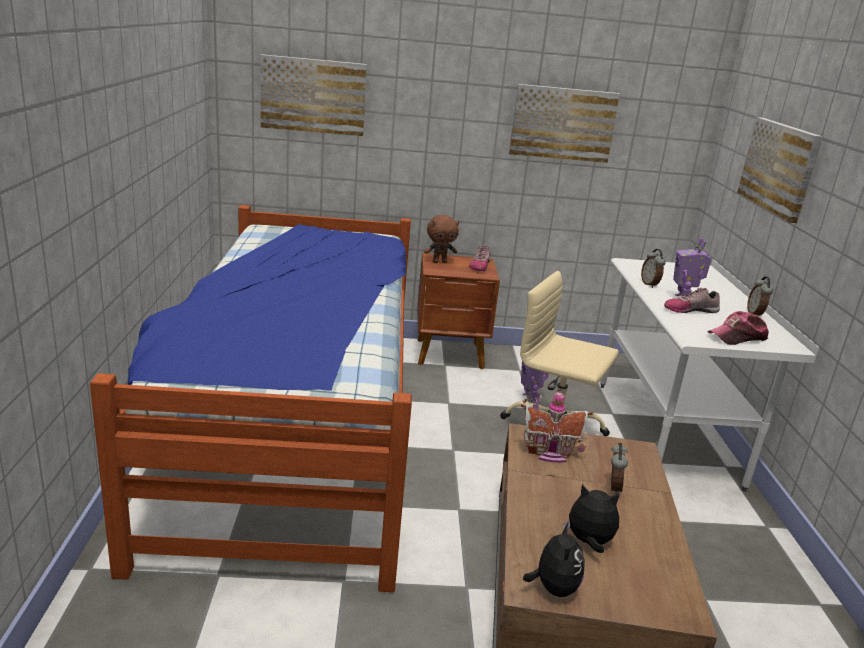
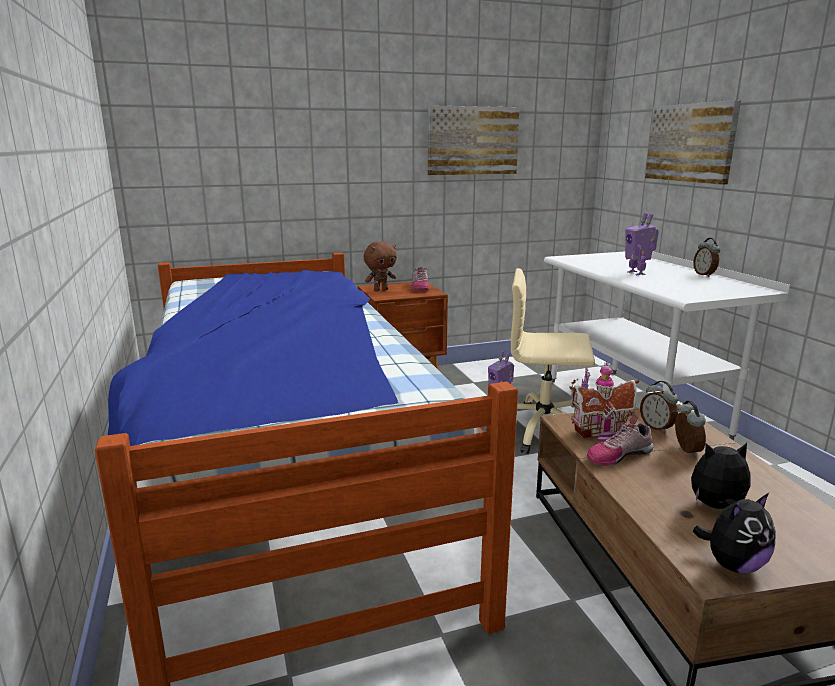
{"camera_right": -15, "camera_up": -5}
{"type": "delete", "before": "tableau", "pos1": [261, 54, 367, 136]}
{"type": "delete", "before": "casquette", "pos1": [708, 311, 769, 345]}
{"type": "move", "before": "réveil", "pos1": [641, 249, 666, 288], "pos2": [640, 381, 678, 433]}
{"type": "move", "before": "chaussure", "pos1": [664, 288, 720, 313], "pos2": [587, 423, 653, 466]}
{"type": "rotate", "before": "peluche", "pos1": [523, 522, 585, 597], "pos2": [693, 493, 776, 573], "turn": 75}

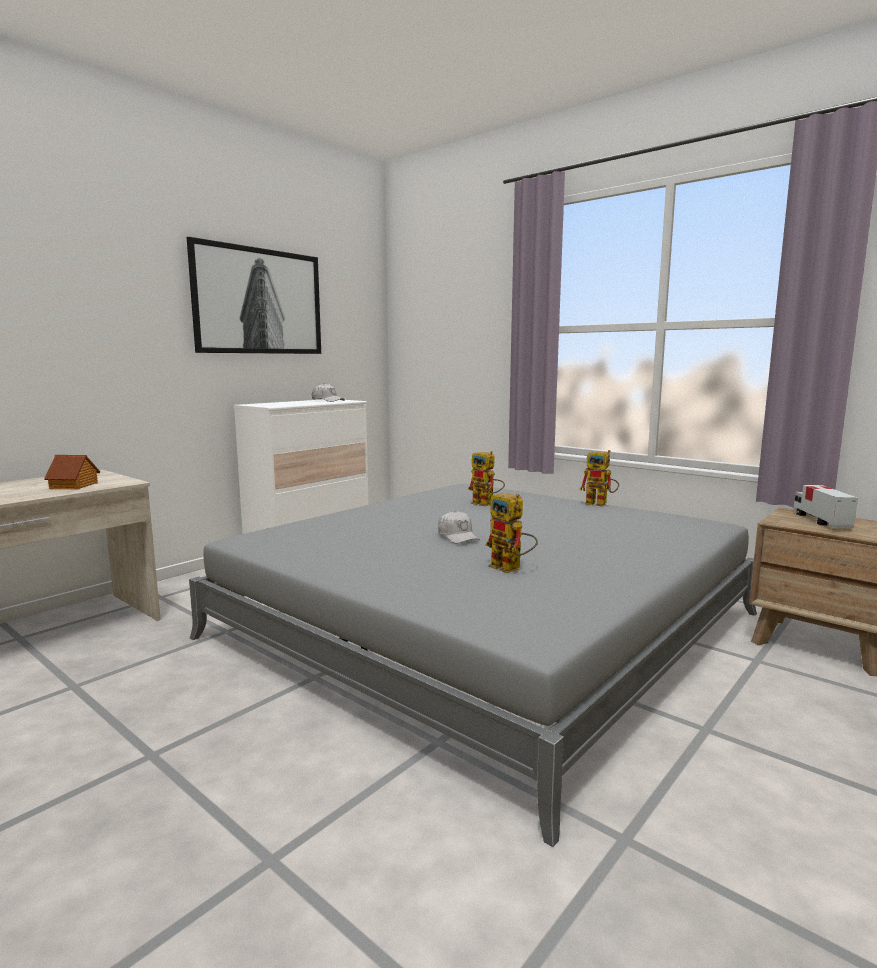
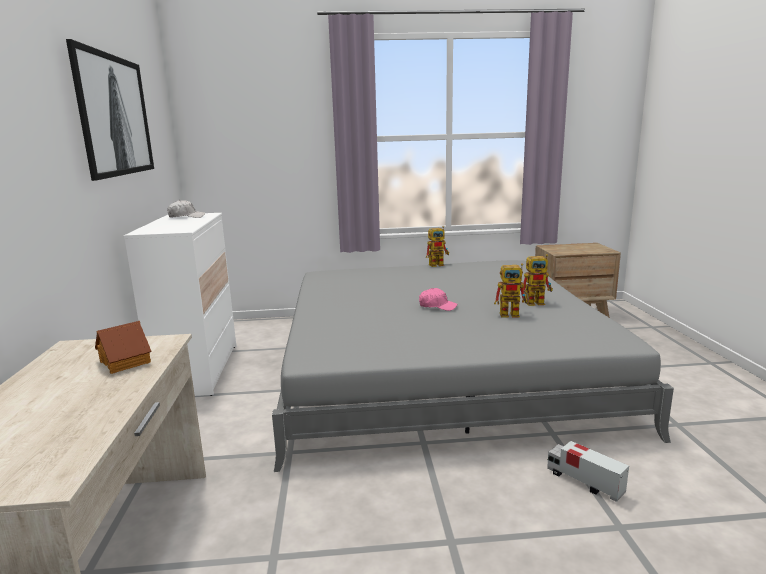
{"camera_right": -45, "camera_up": 5}
{"type": "move", "before": "robot jouet", "pos1": [468, 451, 505, 506], "pos2": [523, 254, 553, 306]}
{"type": "move", "before": "camion jouet", "pos1": [793, 485, 858, 528], "pos2": [547, 441, 629, 502]}
{"type": "recolor", "before": "casquette [blanc]", "after": "casquette [rose]", "pos1": [438, 511, 480, 544], "pos2": [419, 288, 457, 311]}

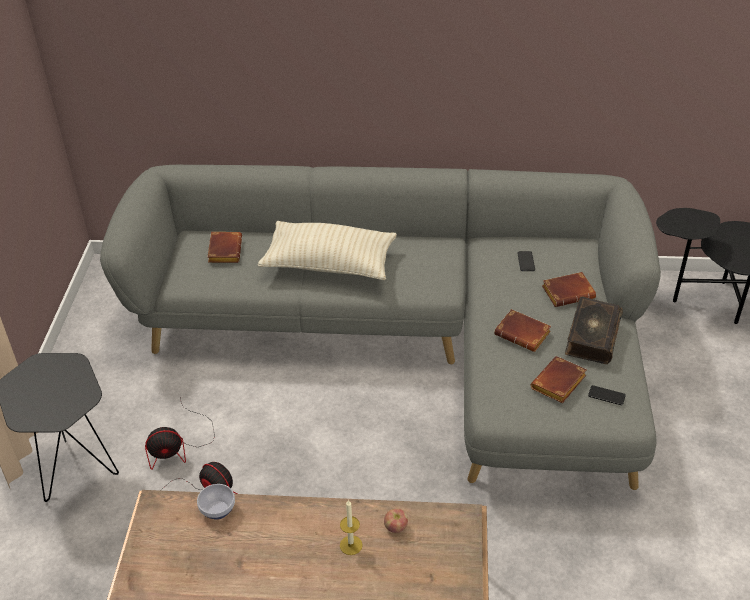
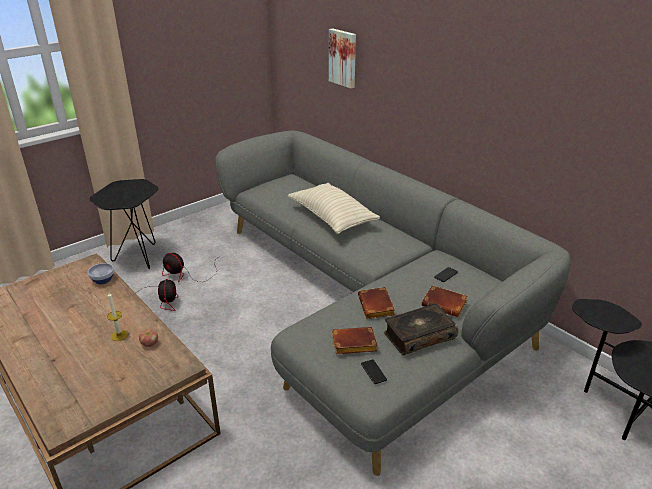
{"camera_right": 45, "camera_up": -10}
{"type": "delete", "before": "livre [marron]", "pos1": [208, 232, 242, 263]}
{"type": "insert", "after": "tableau", "pos2": [329, 28, 356, 88]}

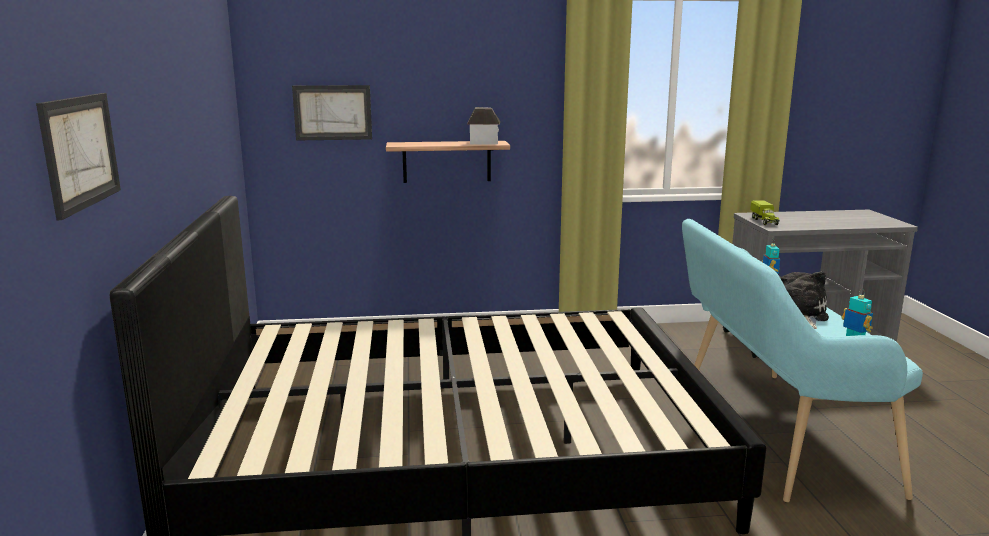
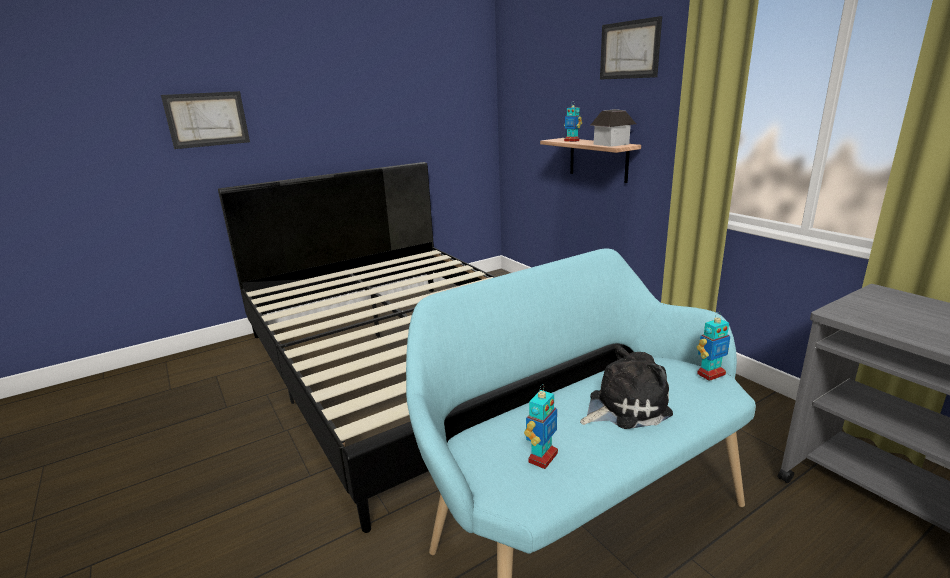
{"camera_right": 65, "camera_up": 5}
{"type": "delete", "before": "camion jouet", "pos1": [750, 200, 780, 225]}
{"type": "insert", "after": "robot jouet", "pos2": [564, 104, 582, 142]}
{"type": "move", "before": "tableau", "pos1": [292, 85, 372, 141], "pos2": [600, 16, 662, 80]}

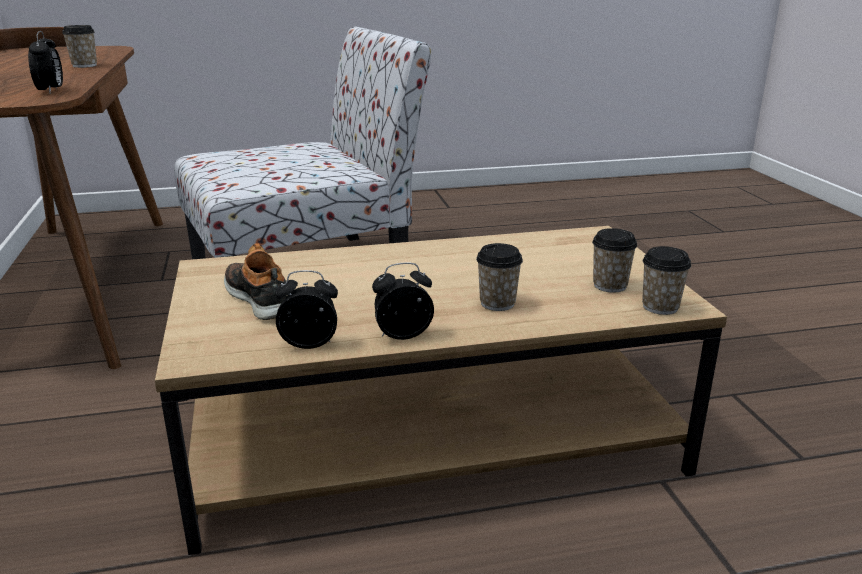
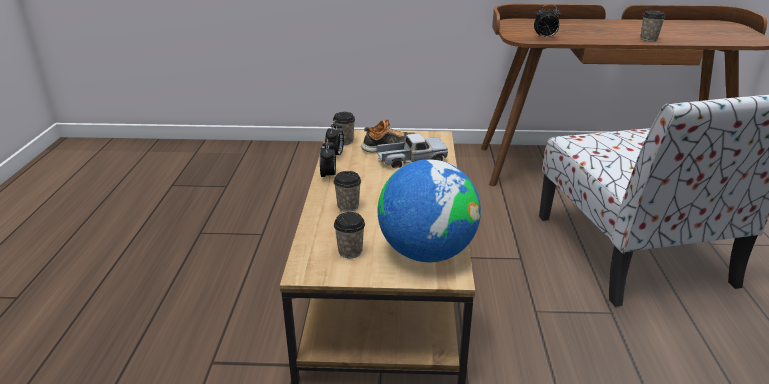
{"camera_right": 105, "camera_up": 5}
{"type": "insert", "after": "camion jouet", "pos2": [377, 133, 448, 168]}
{"type": "insert", "after": "globe", "pos2": [378, 159, 481, 262]}
{"type": "move", "before": "tasse", "pos1": [642, 246, 691, 315], "pos2": [333, 112, 355, 145]}

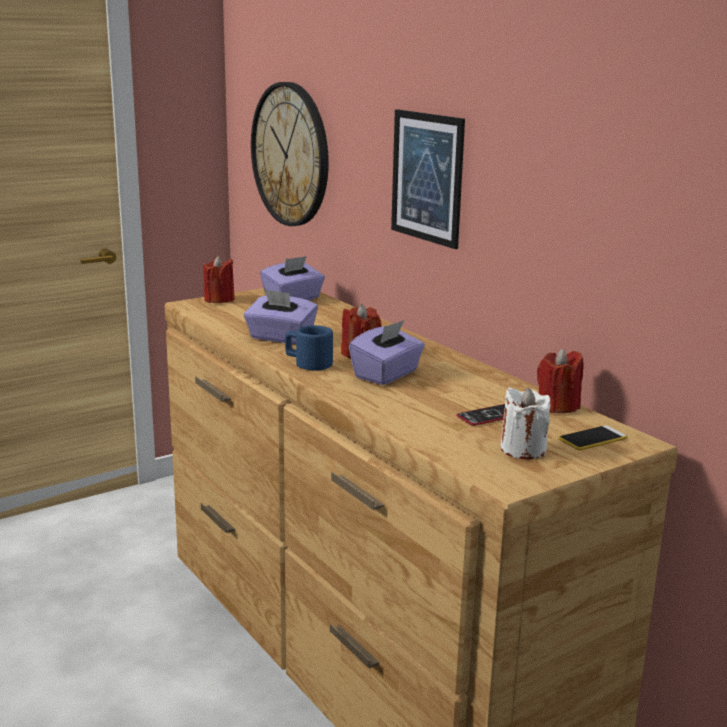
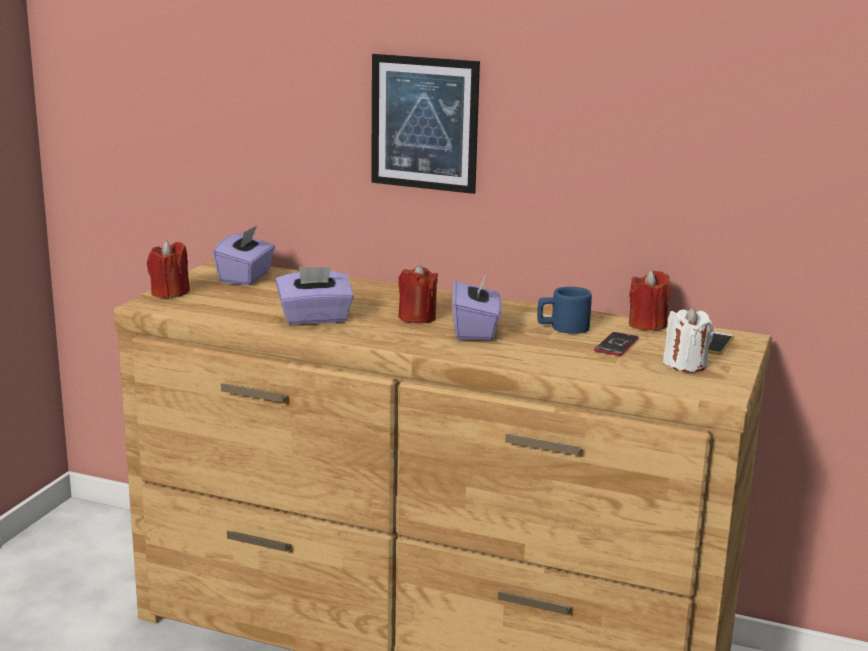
{"camera_right": -35, "camera_up": 0}
{"type": "delete", "before": "horloge murale", "pos1": [251, 82, 329, 226]}
{"type": "move", "before": "mug [bleu]", "pos1": [285, 325, 333, 371], "pos2": [537, 287, 592, 334]}

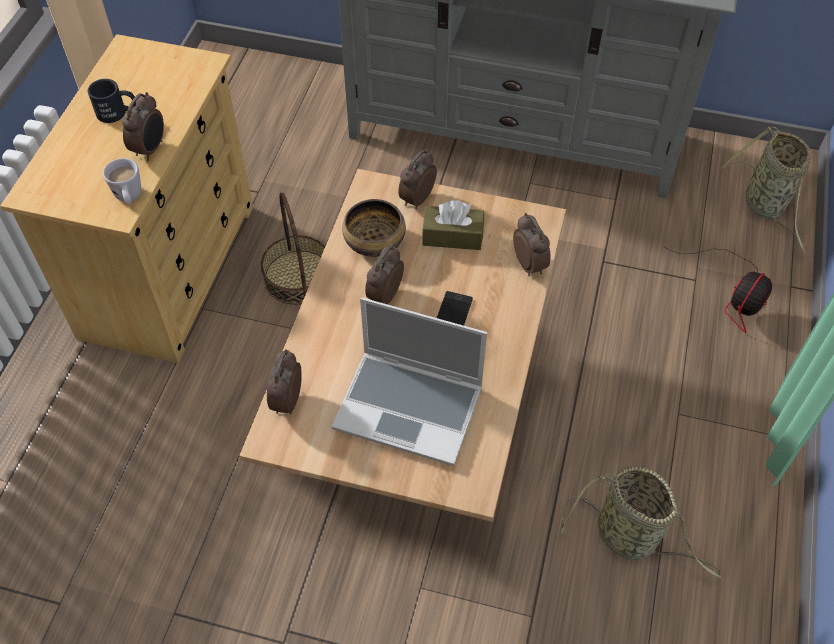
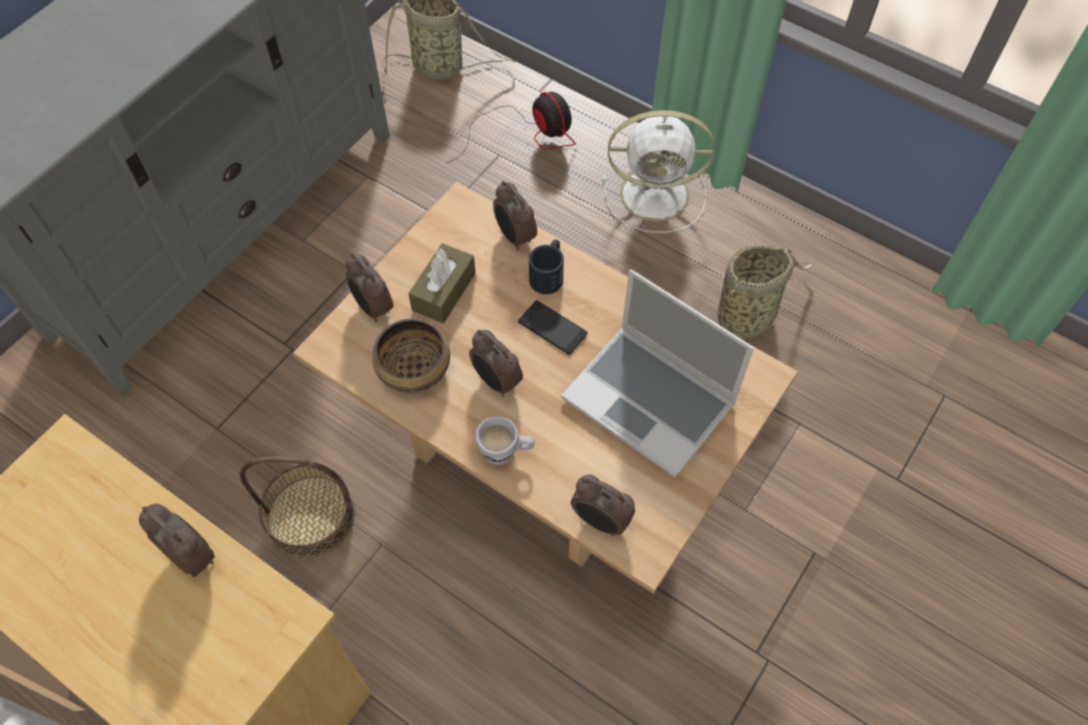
{"camera_right": -70, "camera_up": 5}
{"type": "insert", "after": "ventilateur [blanc]", "pos2": [602, 110, 715, 233]}
{"type": "move", "before": "mug [noir]", "pos1": [88, 79, 136, 123], "pos2": [529, 240, 564, 294]}
{"type": "move", "before": "mug [blanc]", "pos1": [103, 158, 141, 204], "pos2": [476, 416, 535, 465]}
{"type": "rotate", "before": "ordinateur portable", "pos1": [332, 297, 487, 466], "pos2": [561, 269, 754, 478], "turn": 90}
{"type": "rotate", "before": "réveil", "pos1": [513, 213, 551, 276], "pos2": [493, 181, 537, 250], "turn": -120}

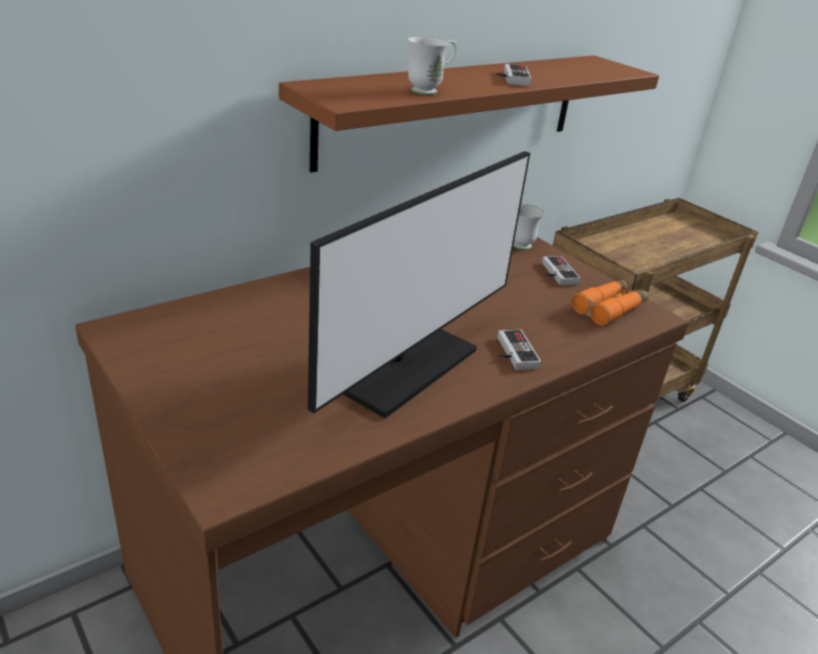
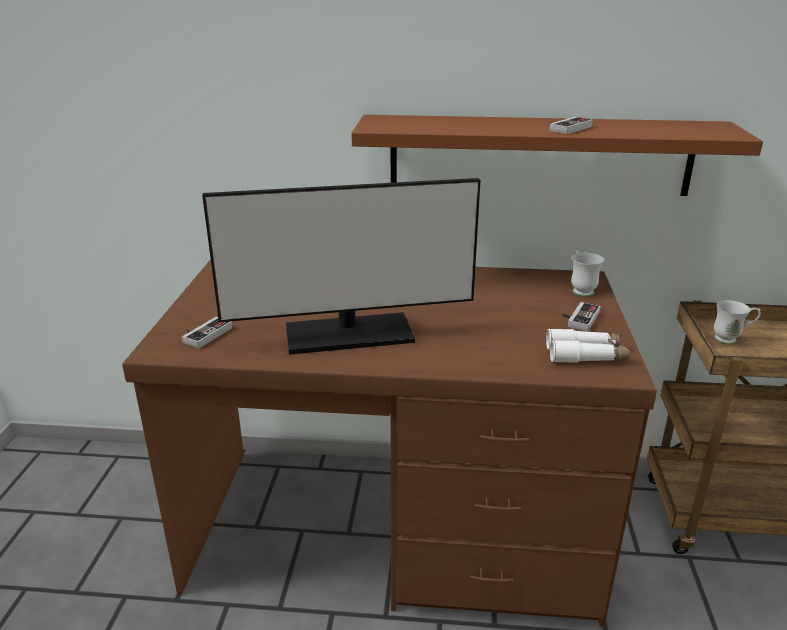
{"camera_right": 45, "camera_up": -5}
{"type": "move", "before": "mug [blanc]", "pos1": [408, 36, 457, 95], "pos2": [714, 300, 761, 344]}
{"type": "move", "before": "manette", "pos1": [498, 329, 541, 370], "pos2": [182, 317, 232, 348]}
{"type": "recolor", "before": "jumelles [orange]", "after": "jumelles [blanc]", "pos1": [572, 280, 649, 325], "pos2": [546, 328, 630, 363]}

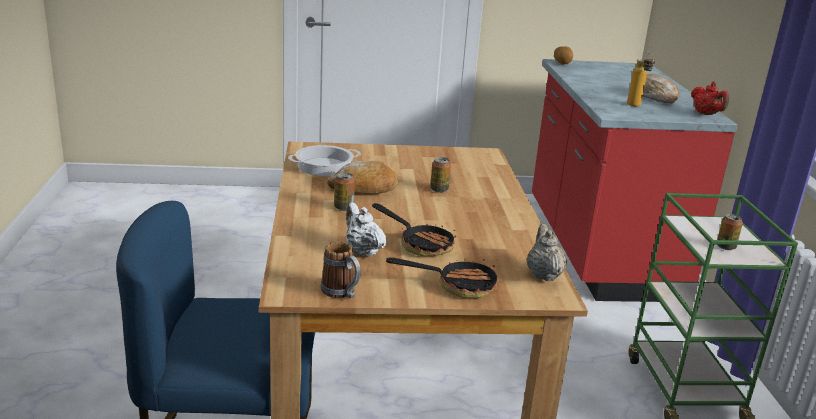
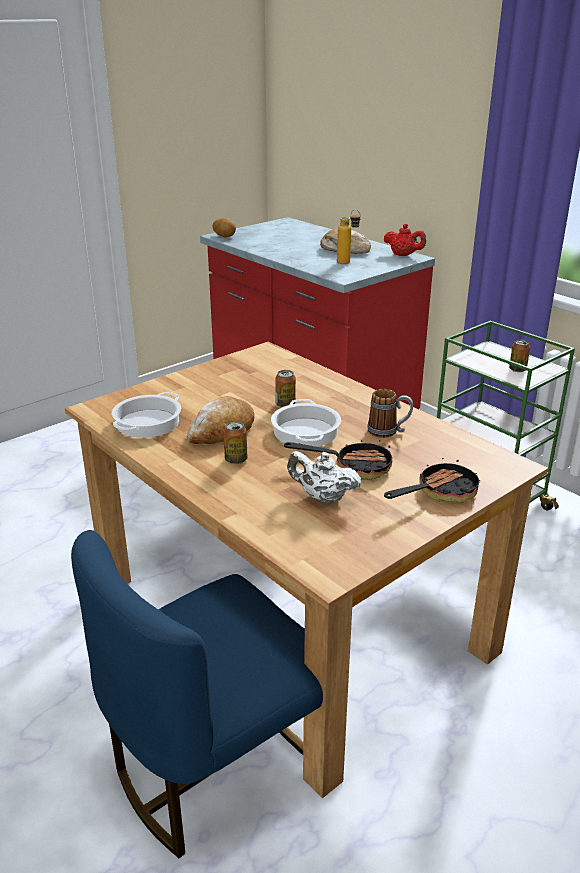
{"camera_right": -35, "camera_up": 5}
{"type": "delete", "before": "théière [beige]", "pos1": [527, 224, 567, 281]}
{"type": "insert", "after": "marmite", "pos2": [271, 399, 341, 447]}
{"type": "move", "before": "mug", "pos1": [321, 241, 361, 298], "pos2": [367, 389, 414, 438]}

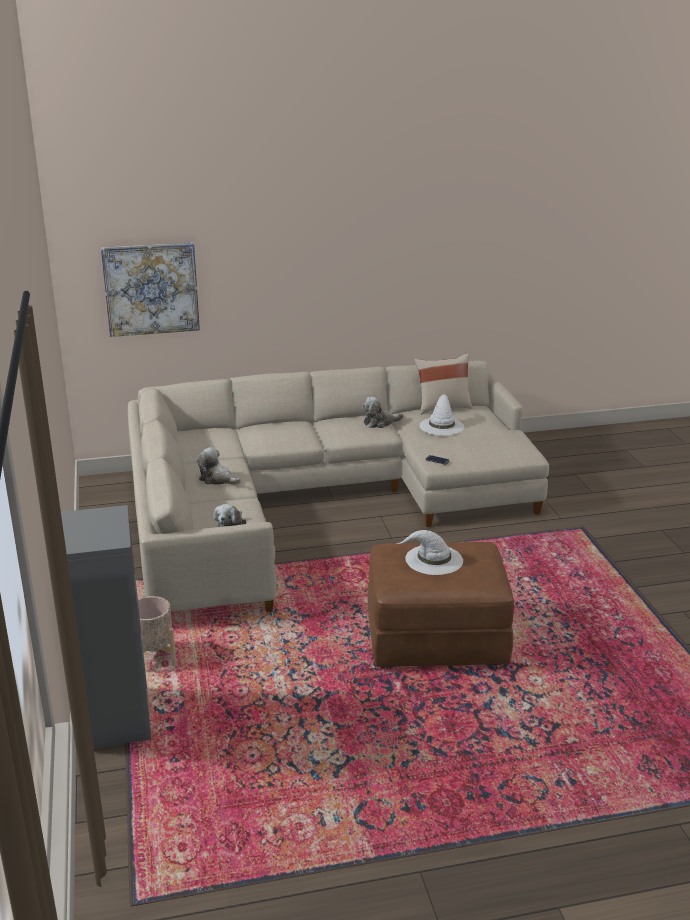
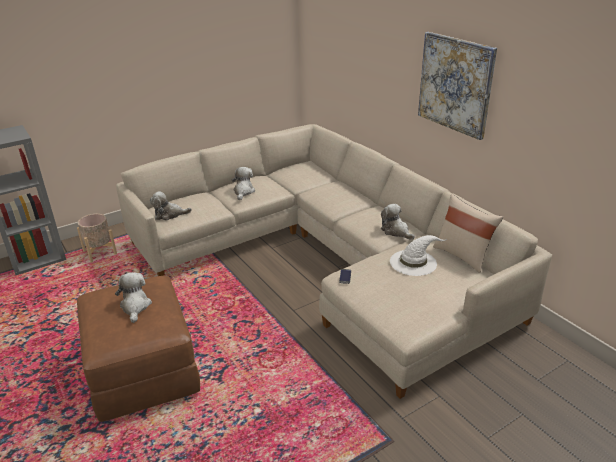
{"camera_right": 70, "camera_up": 5}
{"type": "move", "before": "tableau", "pos1": [101, 243, 200, 337], "pos2": [418, 32, 497, 140]}
{"type": "replace", "before": "chapeau [blanc]", "after": "peluche", "pos1": [396, 530, 463, 575], "pos2": [115, 272, 152, 323]}

